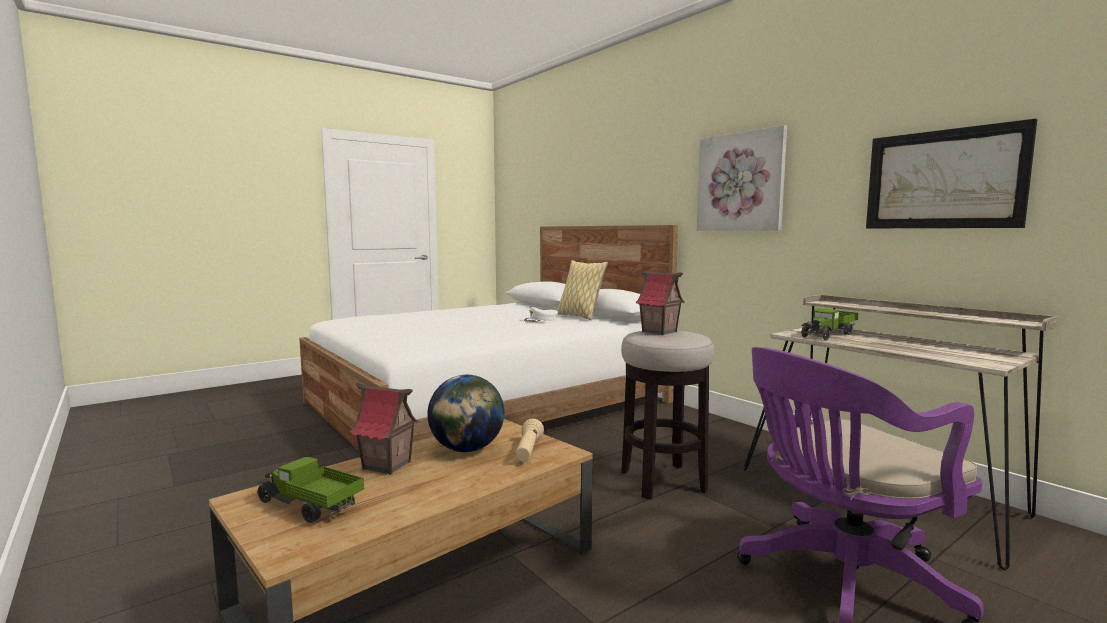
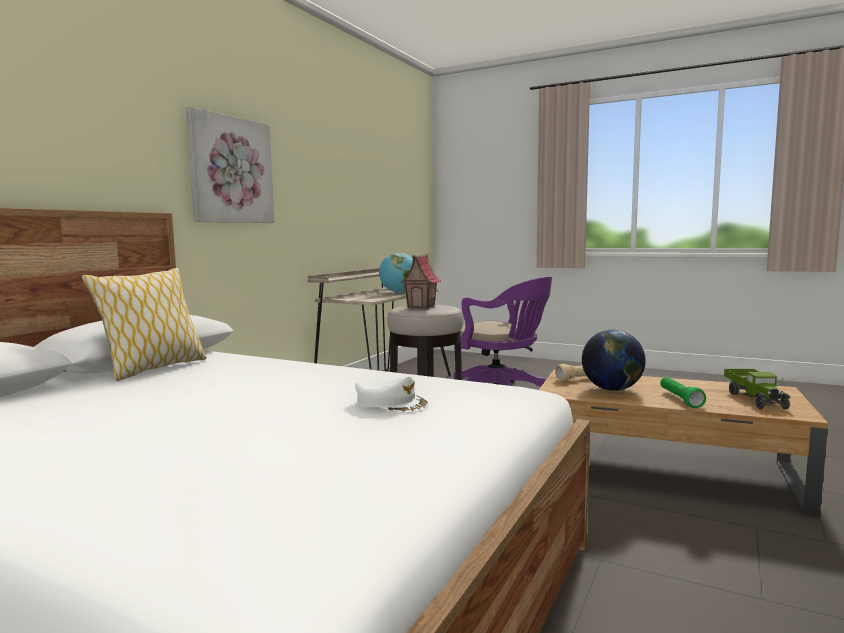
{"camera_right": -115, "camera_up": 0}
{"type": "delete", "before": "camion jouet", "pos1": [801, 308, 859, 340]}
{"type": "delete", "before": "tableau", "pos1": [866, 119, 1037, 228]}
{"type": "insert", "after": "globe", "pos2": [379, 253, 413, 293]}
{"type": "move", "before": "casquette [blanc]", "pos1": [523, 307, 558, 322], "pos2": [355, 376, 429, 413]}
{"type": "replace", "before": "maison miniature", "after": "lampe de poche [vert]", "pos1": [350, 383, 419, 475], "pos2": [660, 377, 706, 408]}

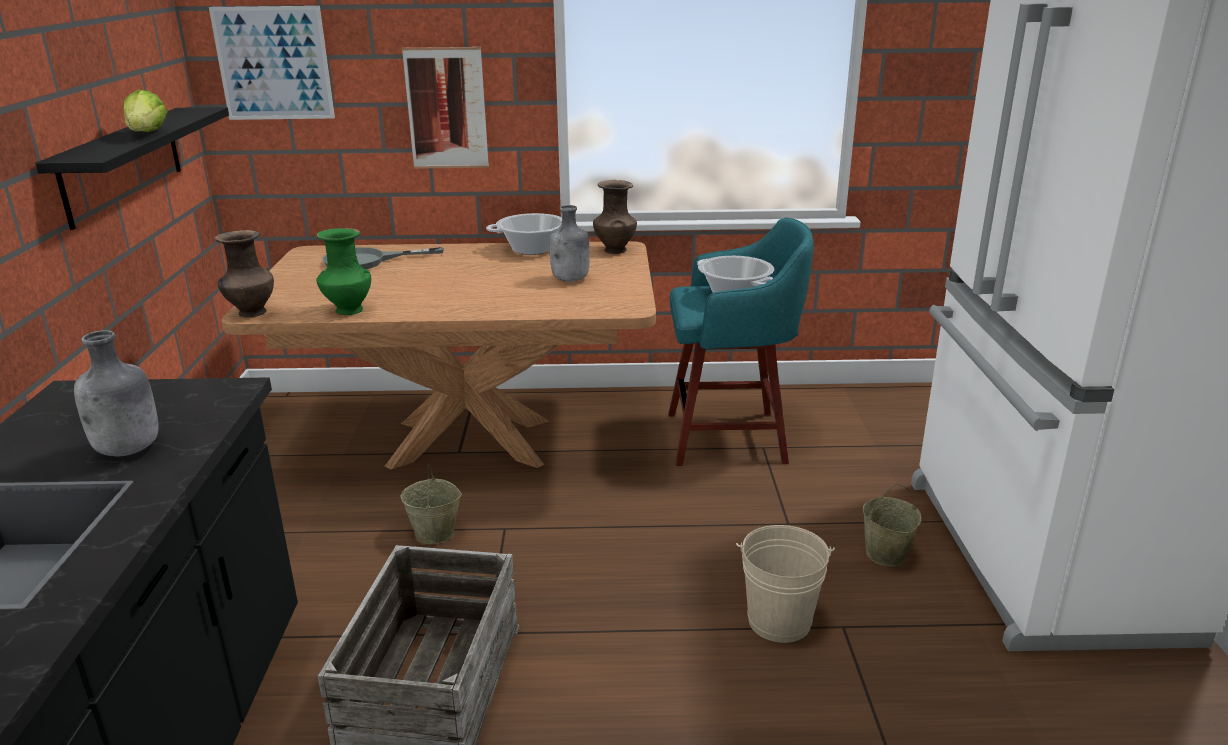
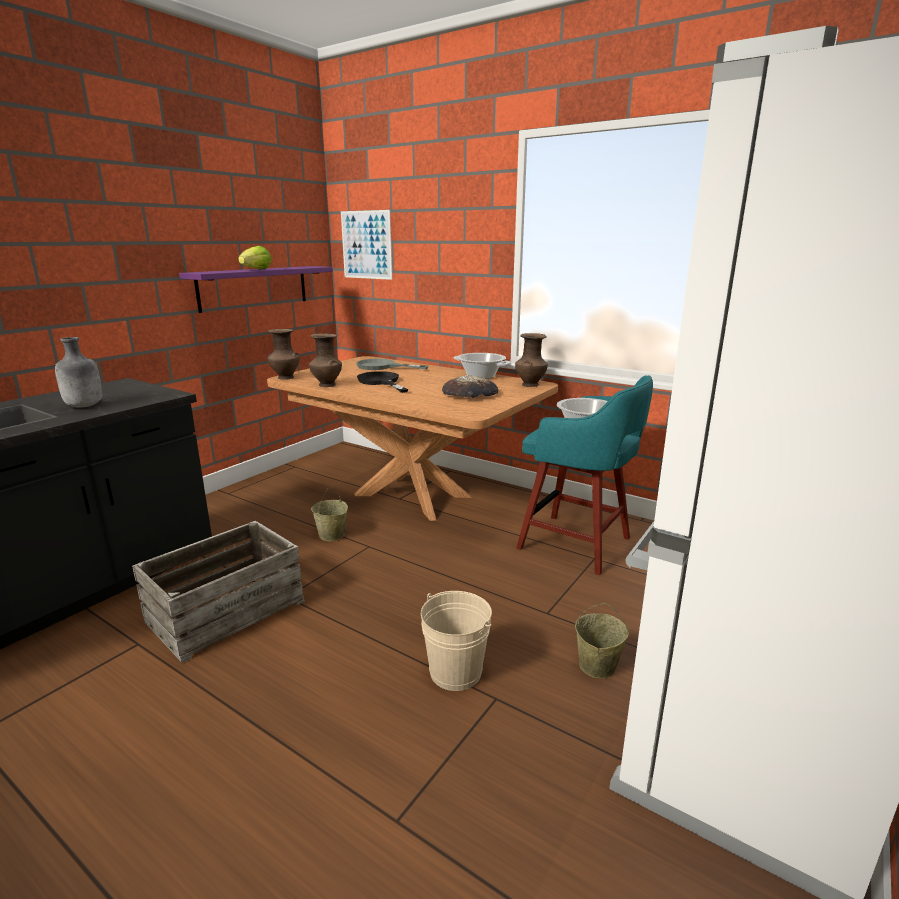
{"camera_right": 35, "camera_up": -5}
{"type": "delete", "before": "tableau", "pos1": [402, 47, 489, 169]}
{"type": "insert", "after": "poêle [noir]", "pos2": [357, 371, 408, 393]}
{"type": "replace", "before": "bouteille [gris]", "after": "pain", "pos1": [550, 205, 590, 282], "pos2": [442, 375, 498, 398]}
{"type": "recolor", "before": "étagère [noir]", "after": "étagère [violet]", "pos1": [35, 107, 229, 230], "pos2": [179, 266, 333, 313]}
{"type": "recolor", "before": "vase [vert]", "after": "vase [marron]", "pos1": [316, 228, 371, 315], "pos2": [309, 333, 342, 387]}

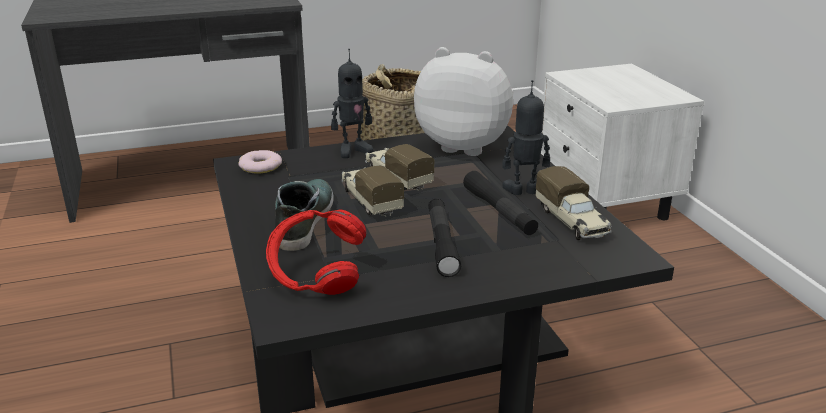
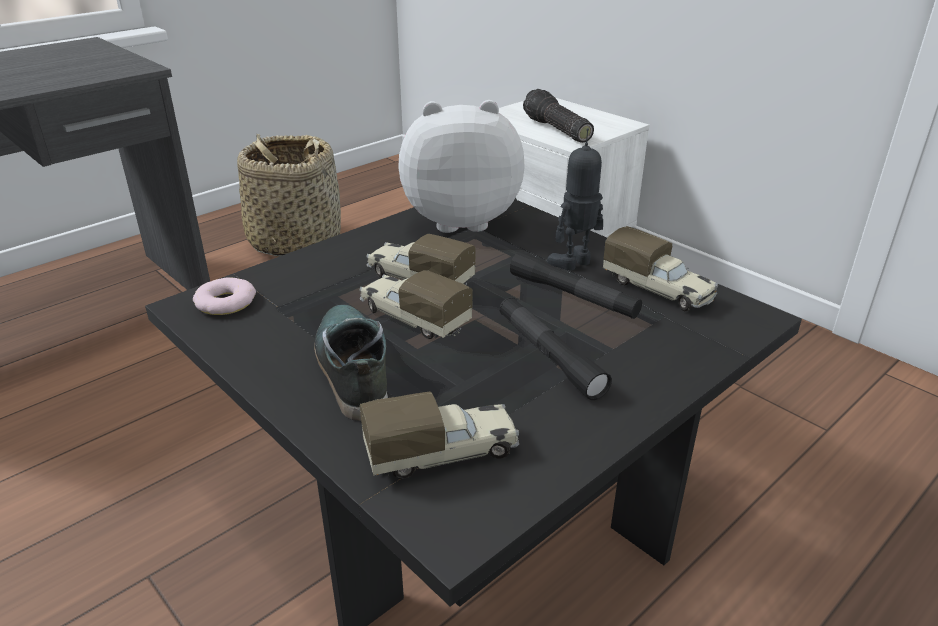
{"camera_right": -25, "camera_up": 5}
{"type": "delete", "before": "robot jouet", "pos1": [331, 49, 373, 158]}
{"type": "insert", "after": "lampe de poche", "pos2": [523, 89, 594, 143]}
{"type": "replace", "before": "casque audio [rouge]", "after": "camion jouet", "pos1": [266, 209, 366, 295], "pos2": [360, 391, 519, 479]}

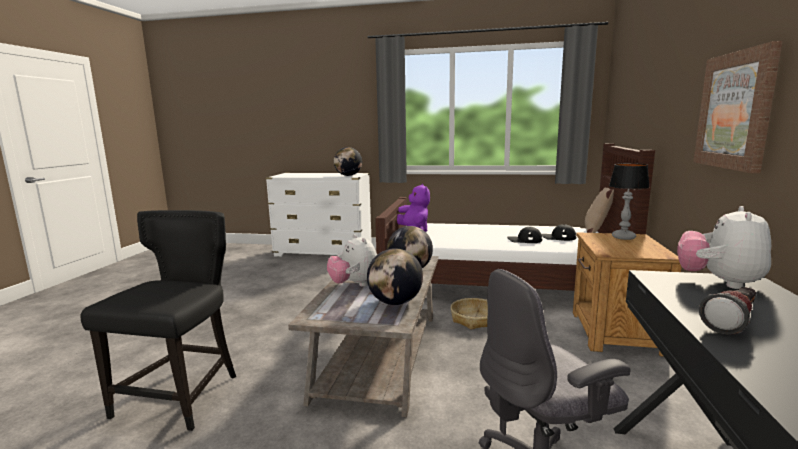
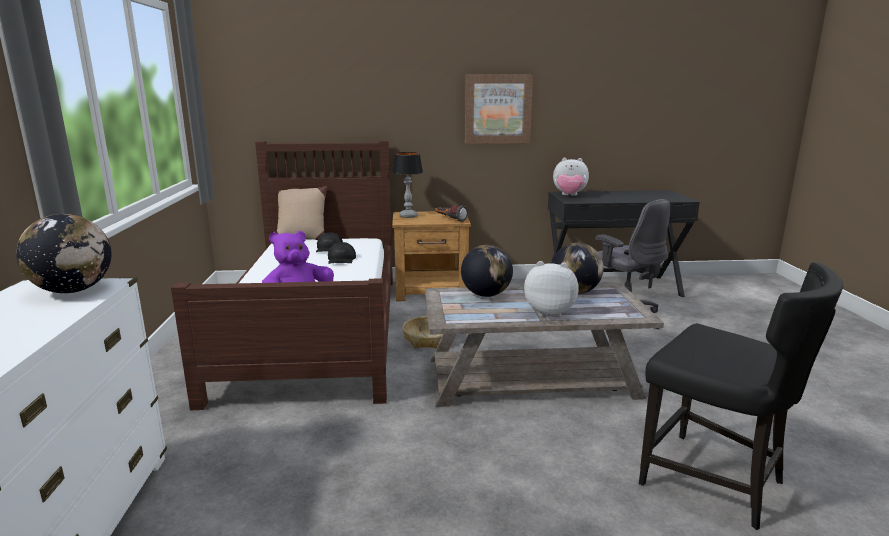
{"camera_right": -105, "camera_up": 5}
{"type": "move", "before": "lampe de poche", "pos1": [699, 287, 757, 335], "pos2": [435, 206, 468, 222]}
{"type": "rotate", "before": "chaise [noir]", "pos1": [81, 210, 236, 431], "pos2": [639, 262, 843, 530], "turn": -135}
{"type": "rotate", "before": "peluche", "pos1": [327, 234, 377, 287], "pos2": [524, 261, 579, 318], "turn": -120}

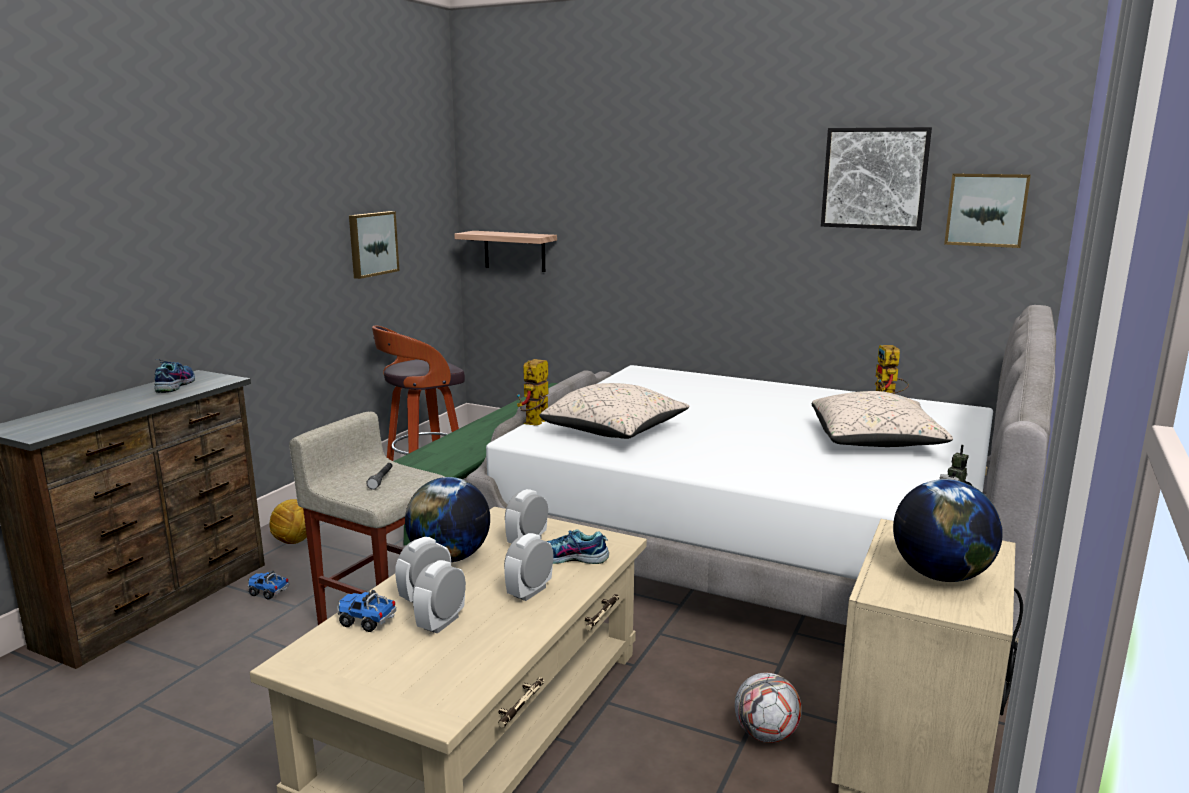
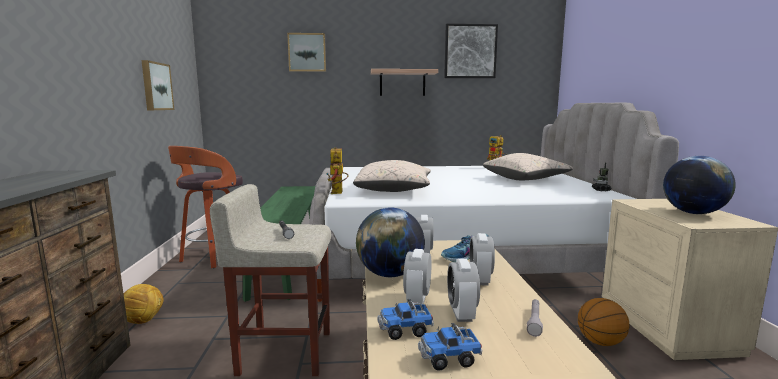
{"camera_right": -30, "camera_up": -5}
{"type": "delete", "before": "chaussure", "pos1": [154, 359, 195, 393]}
{"type": "insert", "after": "lampe de poche [gris]", "pos2": [527, 299, 543, 337]}
{"type": "move", "before": "camion jouet", "pos1": [248, 571, 289, 600], "pos2": [418, 323, 482, 370]}
{"type": "move", "before": "étagère", "pos1": [454, 231, 557, 272], "pos2": [371, 69, 438, 96]}
{"type": "move", "before": "tableau", "pos1": [944, 173, 1031, 248], "pos2": [287, 33, 326, 72]}
{"type": "replace", "before": "ballon de foot", "after": "ballon de basket", "pos1": [735, 673, 802, 743], "pos2": [578, 298, 630, 346]}

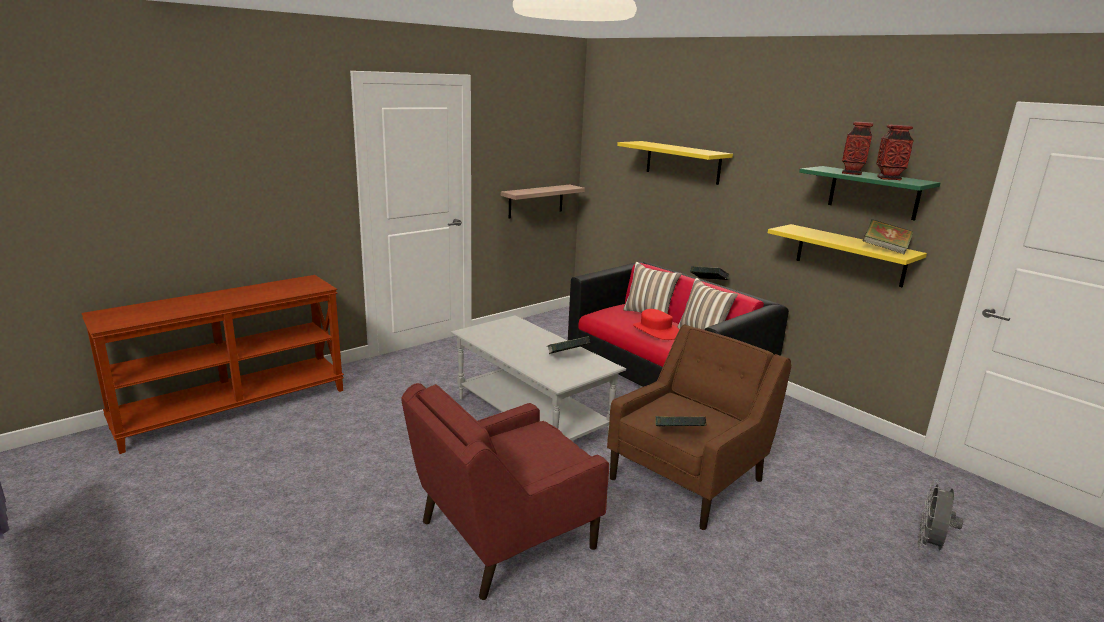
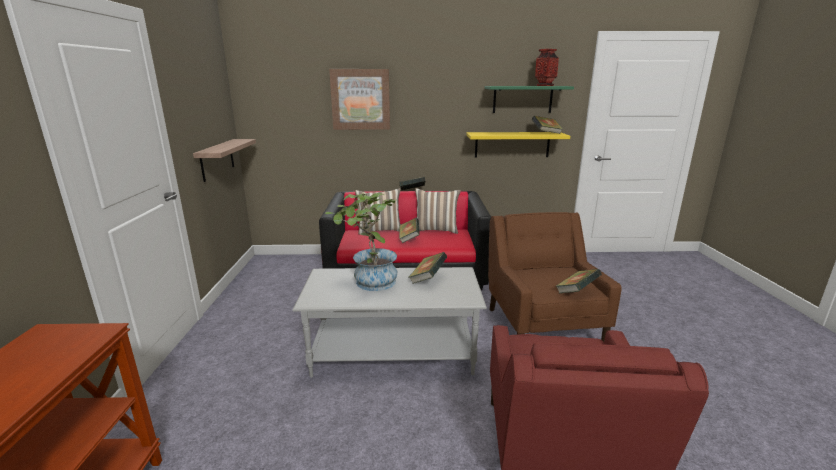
{"camera_right": -50, "camera_up": 0}
{"type": "delete", "before": "vase", "pos1": [842, 122, 873, 175]}
{"type": "delete", "before": "ventilateur [gris]", "pos1": [918, 479, 963, 550]}
{"type": "insert", "after": "plante en pot", "pos2": [325, 193, 397, 291]}
{"type": "replace", "before": "étagère [jaune]", "after": "tableau", "pos1": [617, 141, 733, 185], "pos2": [329, 69, 390, 130]}
{"type": "replace", "before": "chapeau [rouge]", "after": "livre", "pos1": [633, 309, 679, 340], "pos2": [399, 218, 420, 243]}

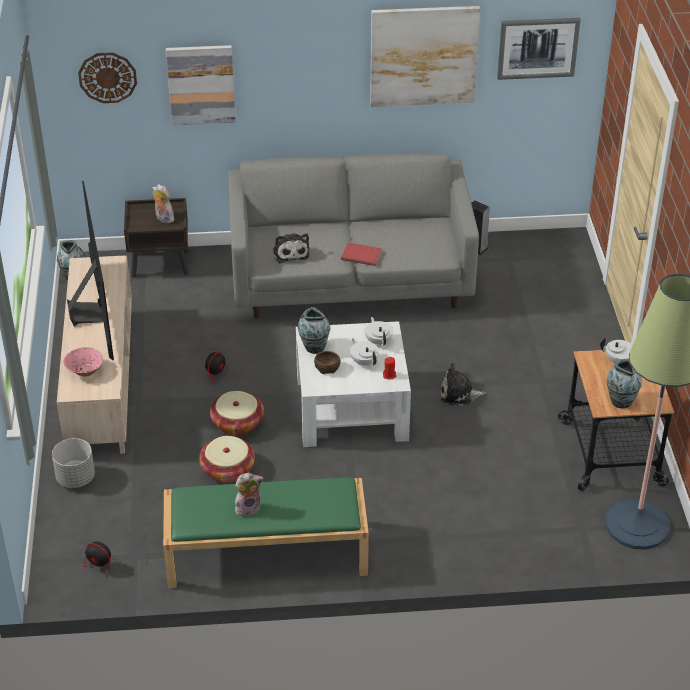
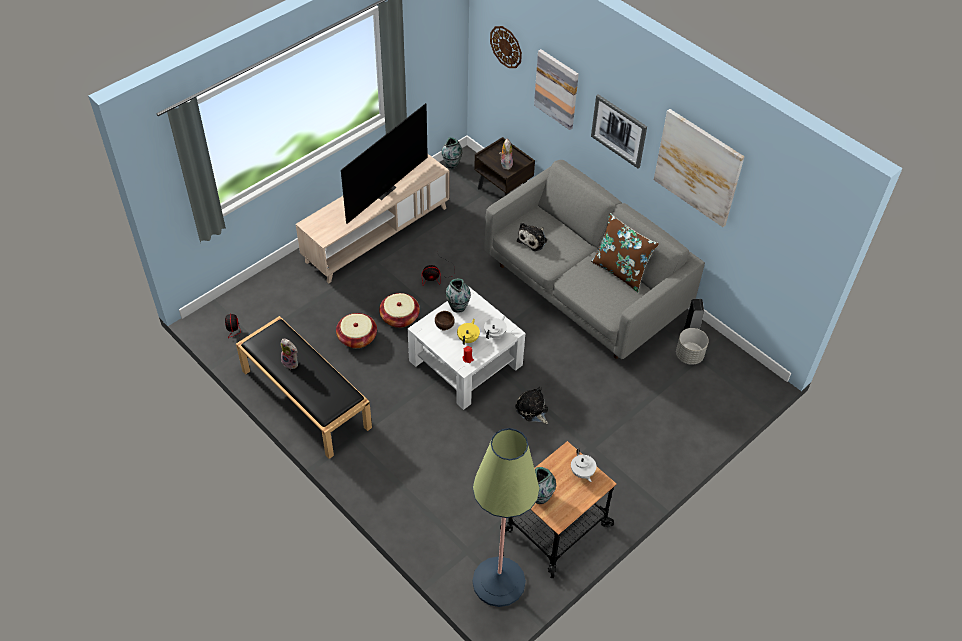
{"camera_right": 50, "camera_up": 10}
{"type": "delete", "before": "bol [rose]", "pos1": [64, 347, 103, 377]}
{"type": "delete", "before": "livre [rouge]", "pos1": [341, 242, 382, 266]}
{"type": "insert", "after": "coussin [marron]", "pos2": [591, 213, 659, 292]}
{"type": "move", "before": "cache-pot [gris]", "pos1": [52, 438, 95, 488], "pos2": [676, 328, 709, 365]}
{"type": "move", "before": "tableau", "pos1": [497, 18, 581, 80], "pos2": [591, 94, 647, 168]}
{"type": "recolor", "before": "banc [vert]", "after": "banc [noir]", "pos1": [163, 478, 369, 588], "pos2": [236, 316, 372, 459]}
{"type": "recolor", "before": "théière [blanc]", "after": "théière [jaune]", "pos1": [350, 338, 379, 366], "pos2": [457, 319, 480, 345]}

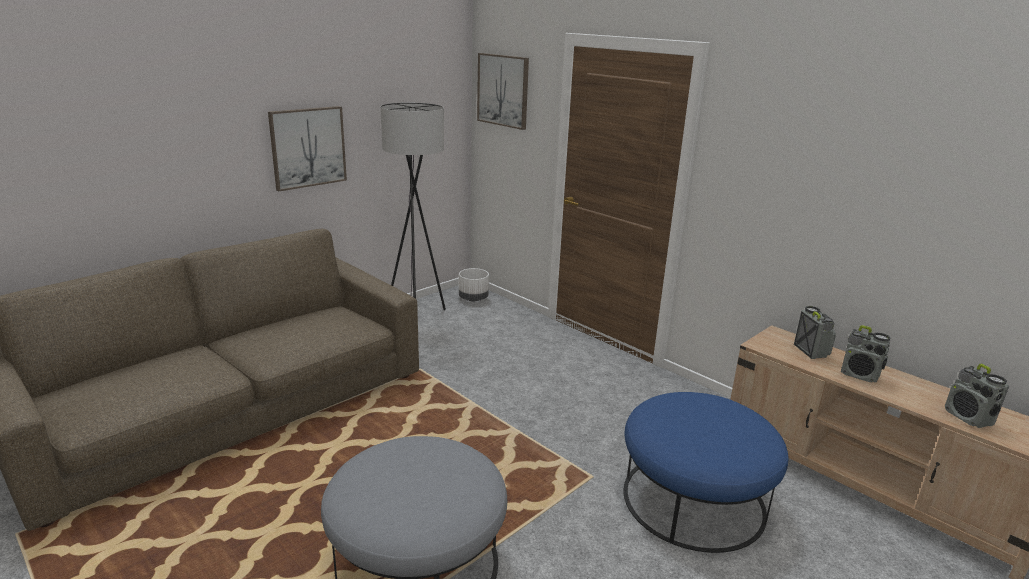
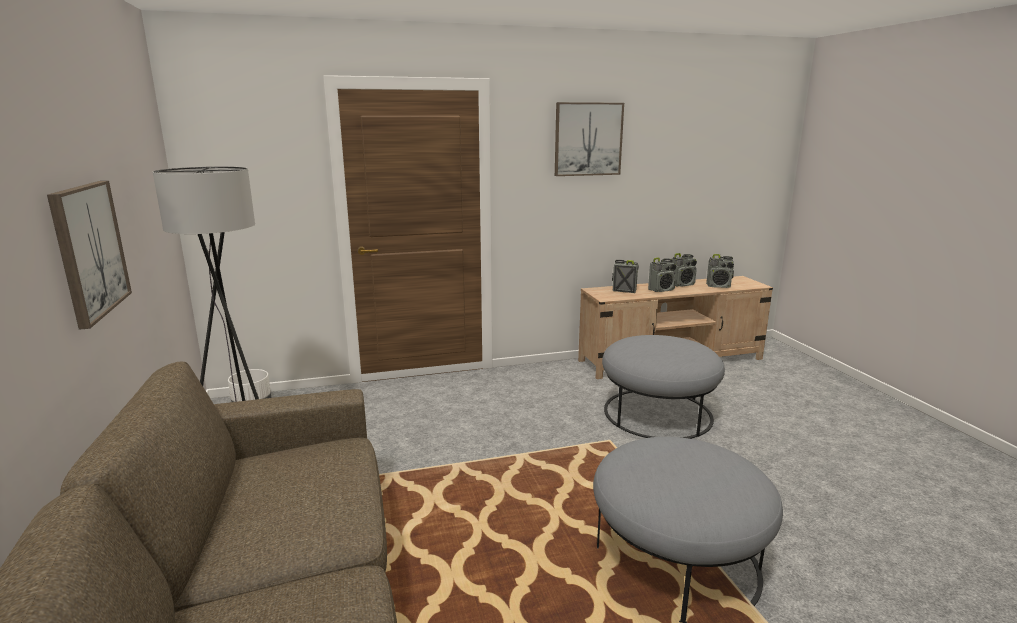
{"camera_right": -60, "camera_up": -5}
{"type": "insert", "after": "radio", "pos2": [671, 253, 697, 287]}
{"type": "move", "before": "tableau", "pos1": [477, 53, 529, 130], "pos2": [555, 102, 624, 176]}
{"type": "recolor", "before": "pouf [bleu]", "after": "pouf [gris]", "pos1": [623, 392, 788, 553], "pos2": [602, 335, 725, 439]}

